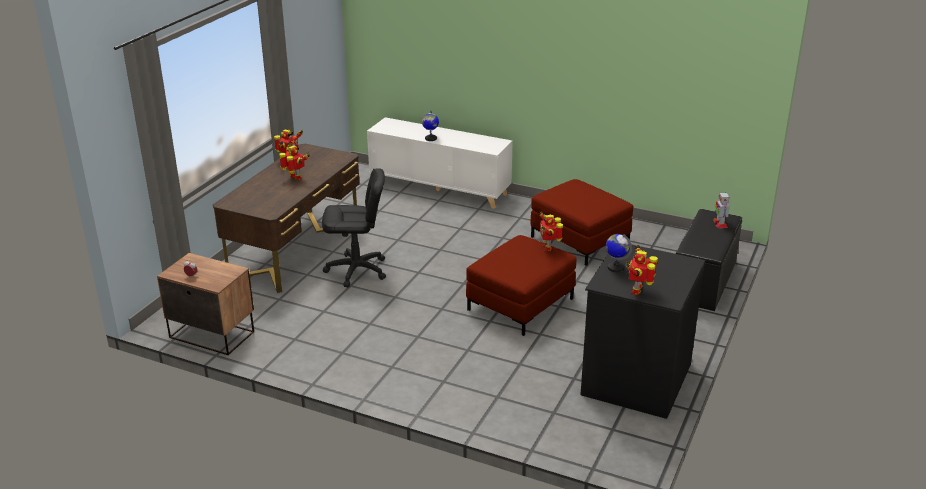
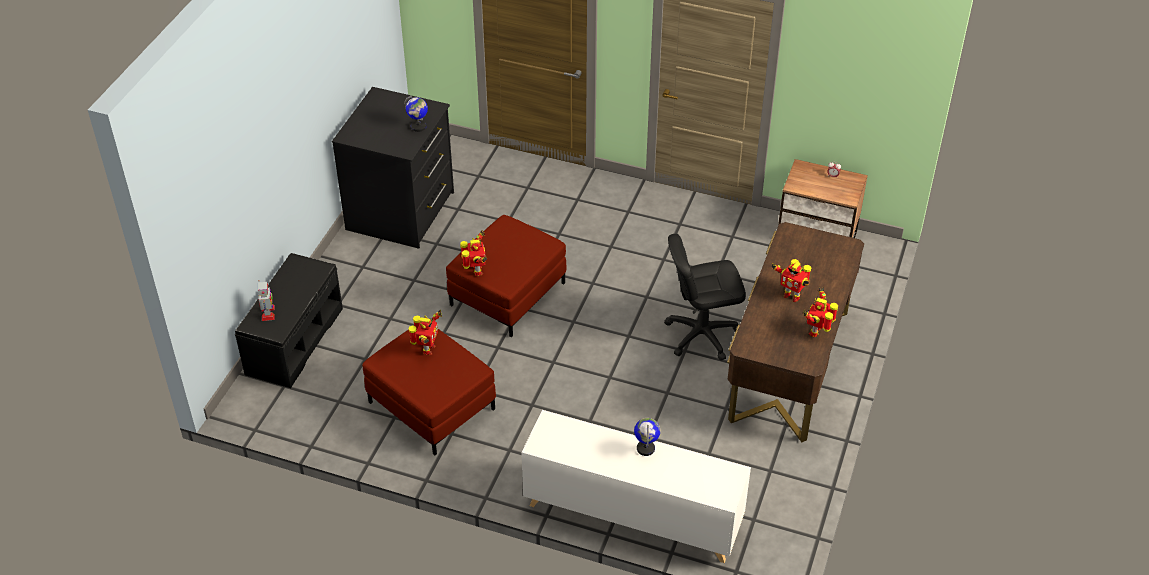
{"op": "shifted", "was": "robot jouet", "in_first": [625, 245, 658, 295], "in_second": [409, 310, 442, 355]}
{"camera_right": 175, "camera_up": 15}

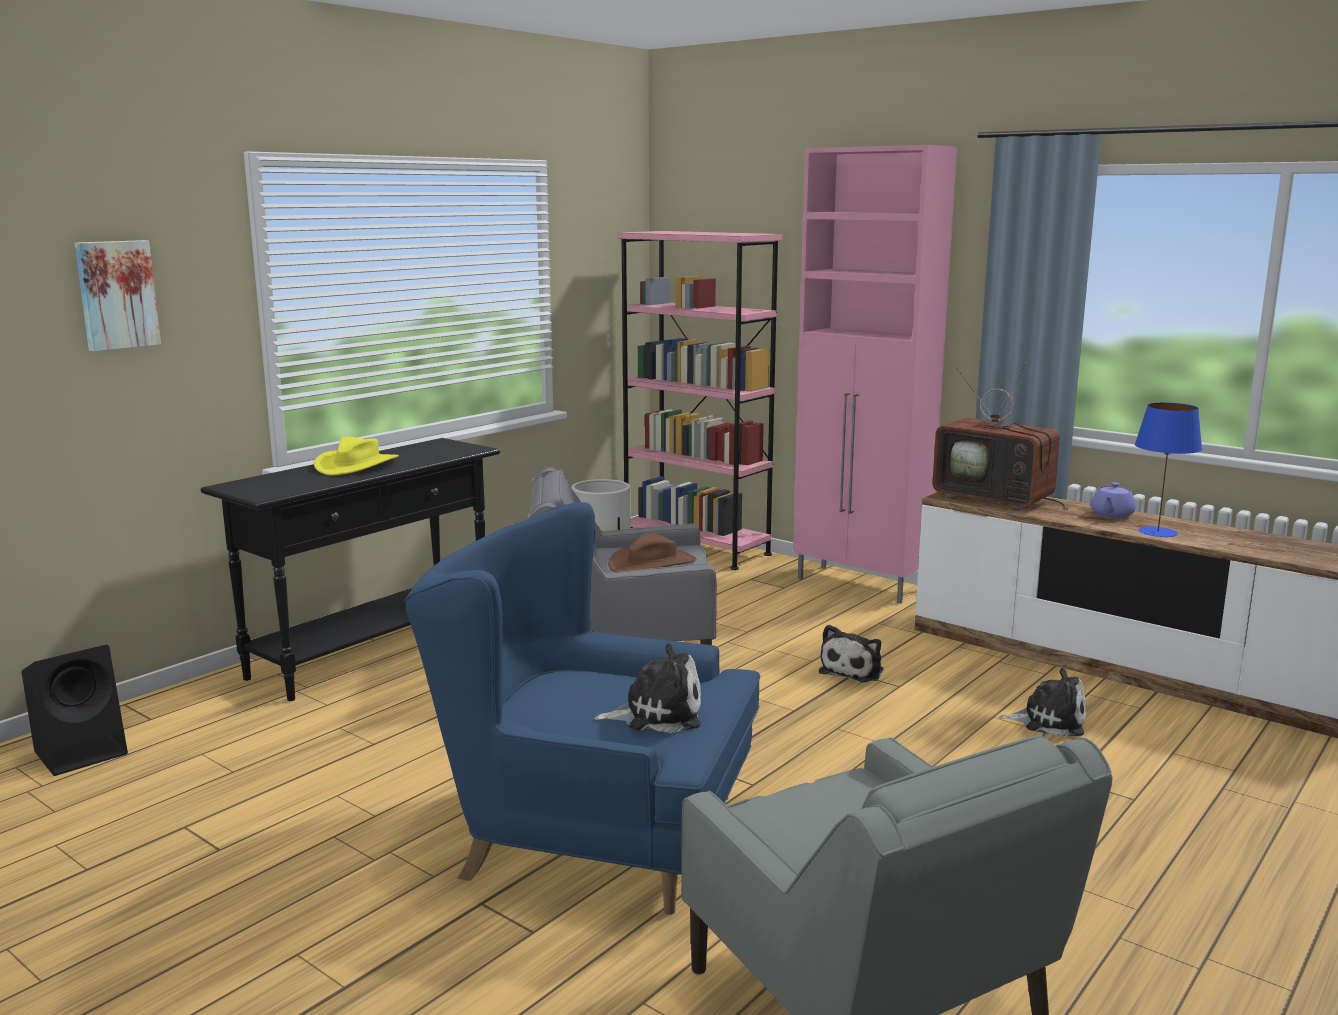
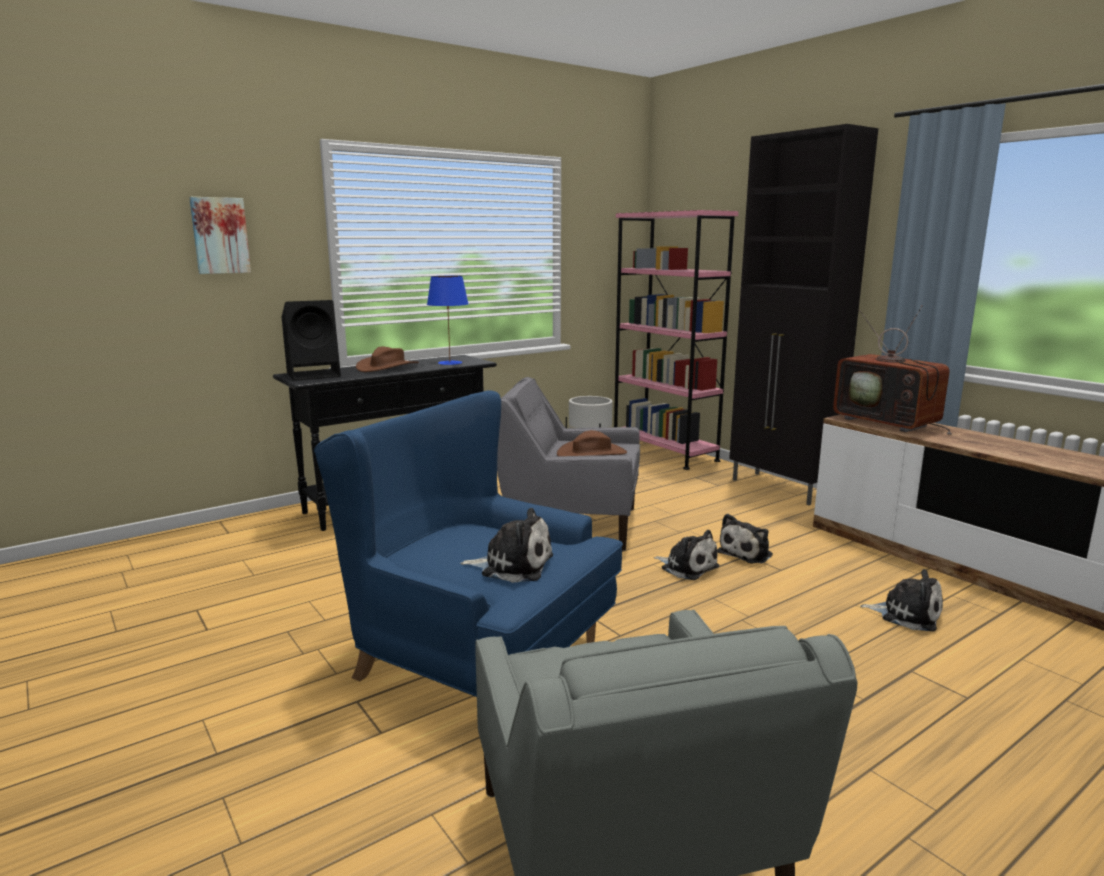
{"op": "shifted", "was": "enceinte (noir)", "in_first": [21, 645, 128, 776], "in_second": [282, 300, 341, 381]}
{"op": "repainted", "was": "chapeau (jaune)", "now": "chapeau (marron)", "in_first": [314, 437, 399, 476], "in_second": [356, 346, 419, 372]}
{"op": "repainted", "was": "meuble de rangement (rose)", "now": "meuble de rangement (noir)", "in_first": [793, 145, 957, 604], "in_second": [729, 124, 878, 505]}
{"op": "gone", "was": "théière (violet)", "in_first": [1091, 482, 1136, 518]}
{"op": "shifted", "was": "lampe de table (bleu)", "in_first": [1135, 402, 1202, 537], "in_second": [427, 276, 469, 365]}
{"op": "new", "now": "peluche", "in_second": [654, 530, 719, 580]}
{"camera_right": 15, "camera_up": 0}

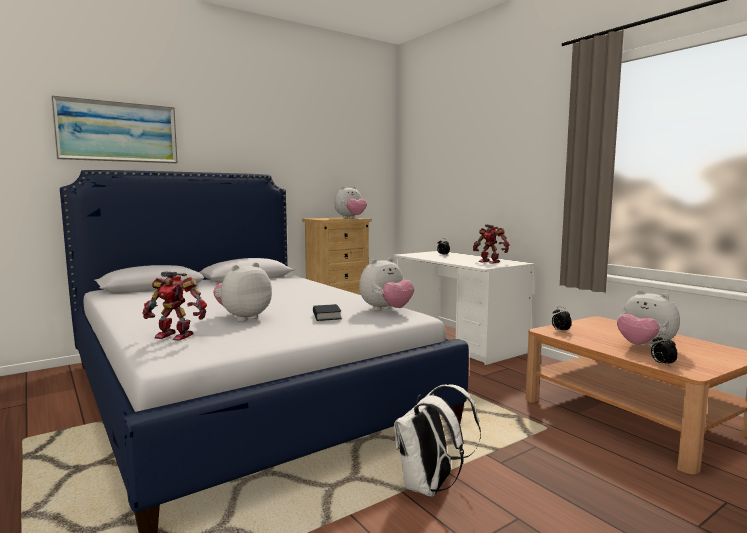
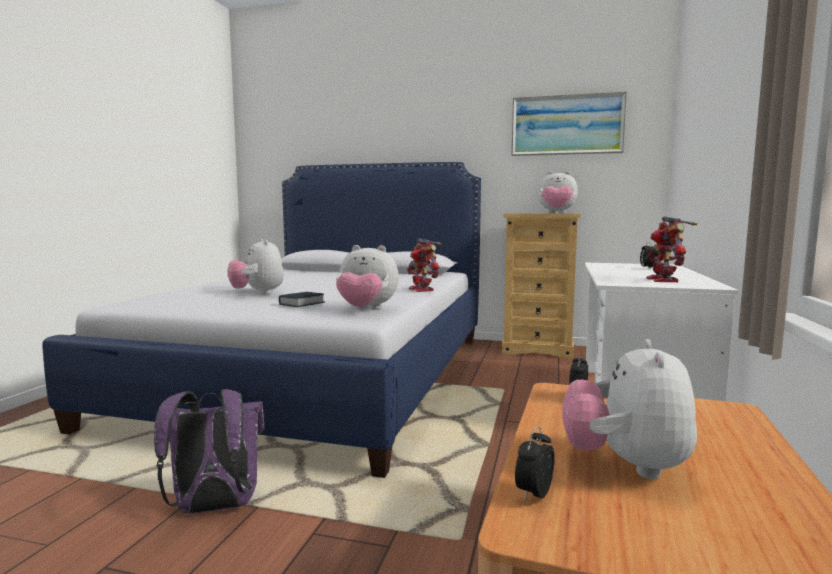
{"op": "shifted", "was": "tableau", "in_first": [51, 95, 178, 163], "in_second": [511, 91, 627, 156]}
{"op": "shifted", "was": "robot jouet", "in_first": [142, 271, 207, 340], "in_second": [407, 238, 442, 292]}
{"op": "rotated", "was": "peluche", "in_first": [213, 262, 272, 321], "in_second": [227, 239, 284, 294], "clockwise": -120}
{"op": "repainted", "was": "sac à dos (blanc)", "now": "sac à dos (violet)", "in_first": [394, 384, 481, 497], "in_second": [154, 389, 264, 514]}
{"camera_right": 50, "camera_up": 0}

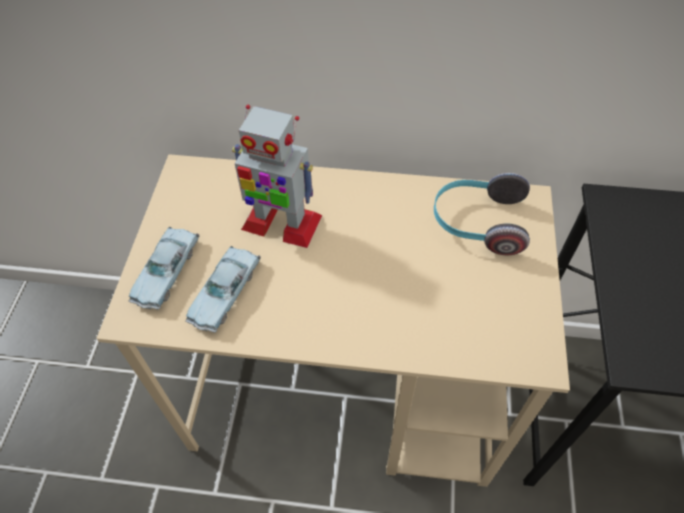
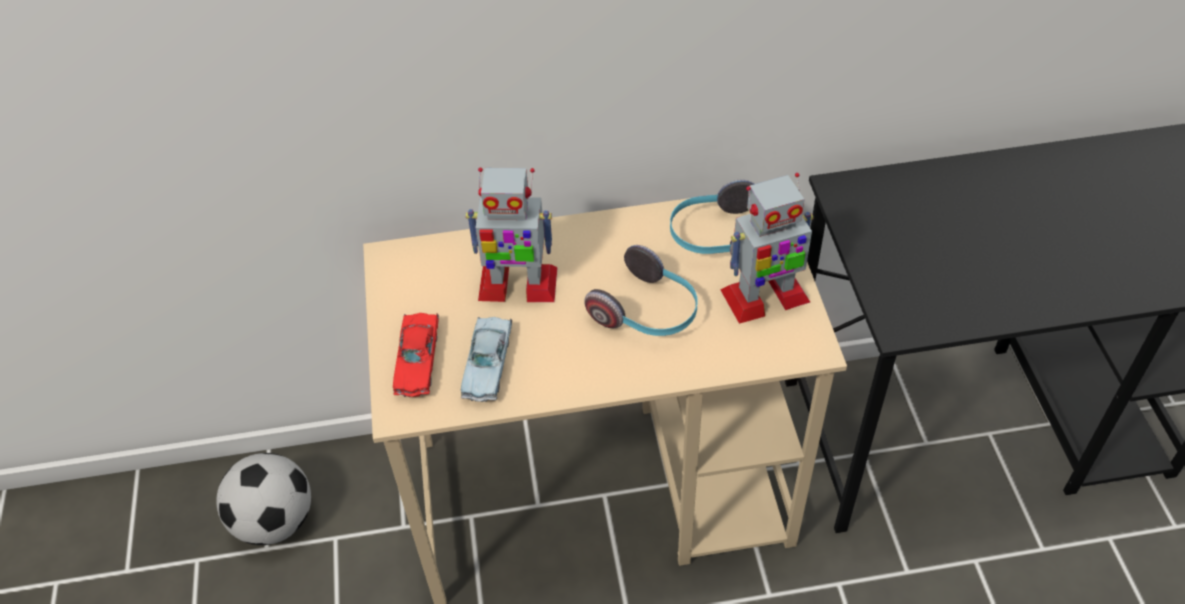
{"op": "repainted", "was": "petite voiture (bleu)", "now": "petite voiture (rouge)", "in_first": [129, 227, 199, 309], "in_second": [393, 313, 439, 397]}
{"op": "new", "now": "ballon de foot", "in_second": [216, 453, 311, 545]}
{"op": "new", "now": "casque audio", "in_second": [584, 245, 698, 336]}
{"op": "new", "now": "robot jouet", "in_second": [721, 173, 813, 324]}
{"camera_right": -15, "camera_up": -5}

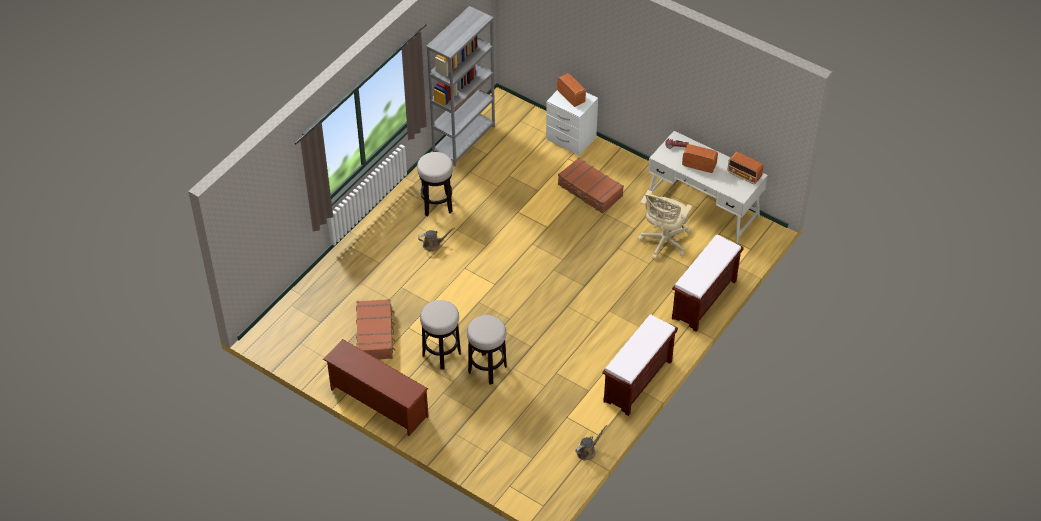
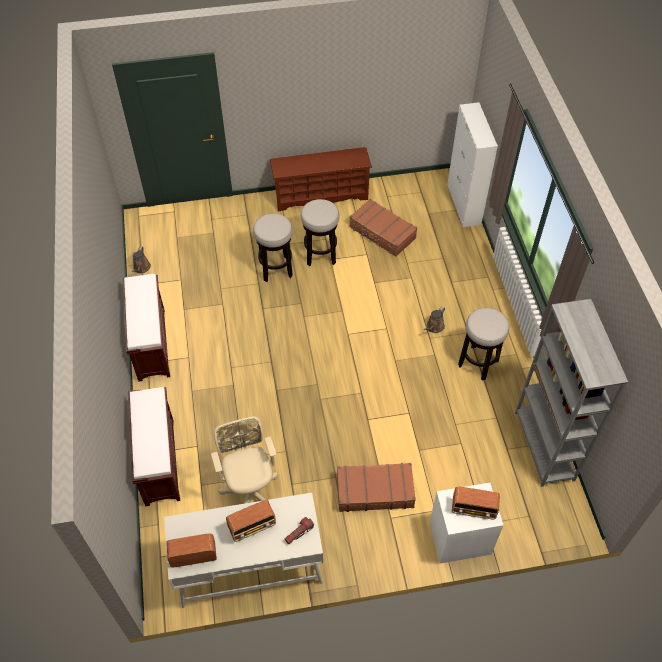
{"op": "new", "now": "meuble de rangement (blanc)", "in_second": [447, 102, 498, 227]}
{"camera_right": 135, "camera_up": 5}

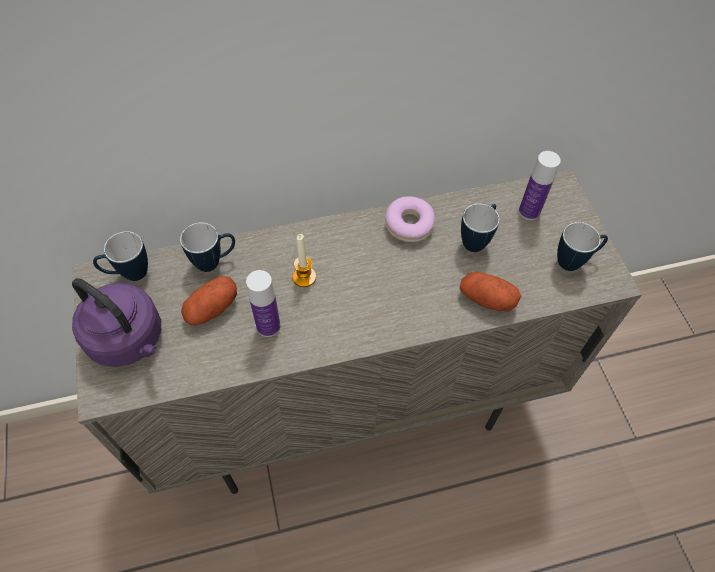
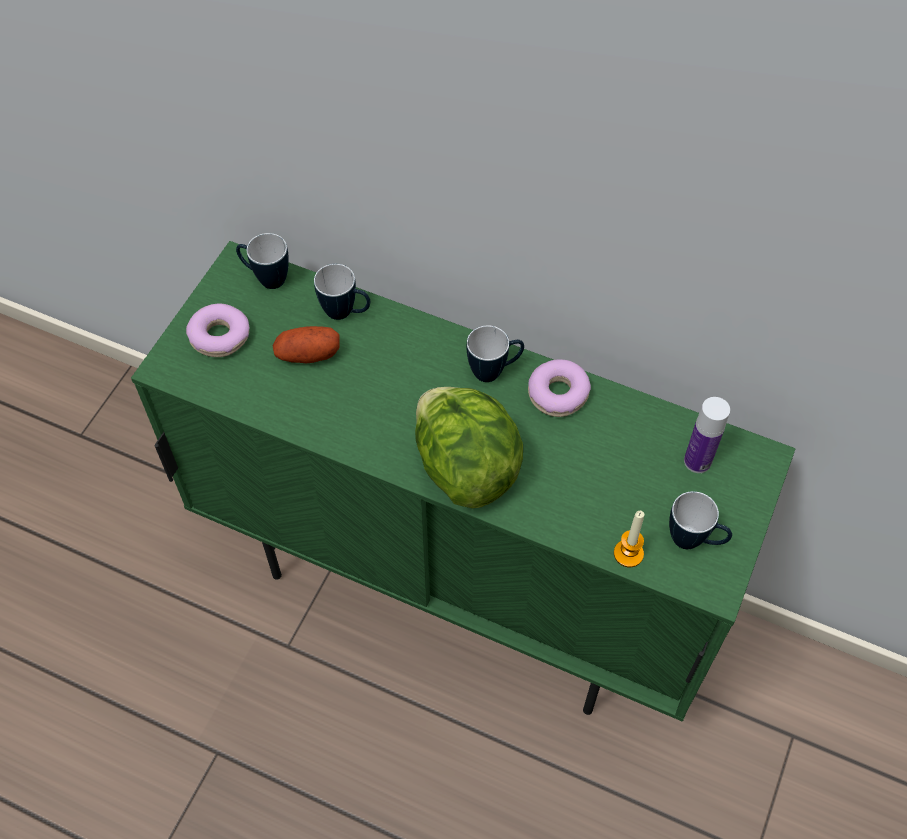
{"op": "swapped", "was": "bouilloire (violet)", "now": "beignet", "in_first": [72, 278, 161, 367], "in_second": [186, 304, 250, 357]}
{"op": "repainted", "was": "meuble de rangement (beige)", "now": "meuble de rangement (vert)", "in_first": [73, 169, 642, 494], "in_second": [131, 241, 795, 721]}
{"op": "gone", "was": "bouteille", "in_first": [246, 270, 281, 337]}
{"op": "shifted", "was": "bougie", "in_first": [292, 234, 316, 287], "in_second": [614, 511, 645, 567]}
{"op": "gone", "was": "pomme de terre", "in_first": [460, 272, 521, 311]}
{"op": "shifted", "was": "mug", "in_first": [461, 203, 499, 252], "in_second": [467, 325, 524, 382]}
{"op": "new", "now": "laitue", "in_second": [415, 387, 523, 508]}
{"camera_right": 40, "camera_up": 0}

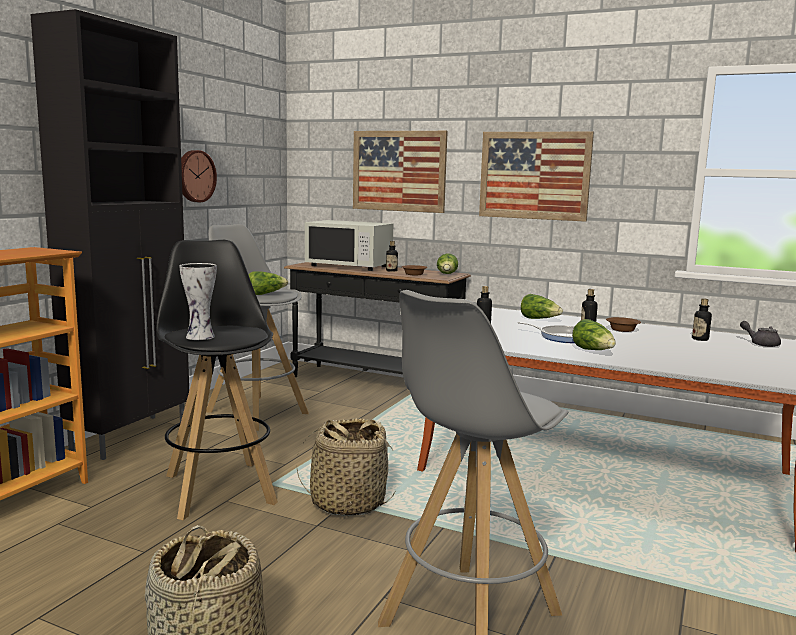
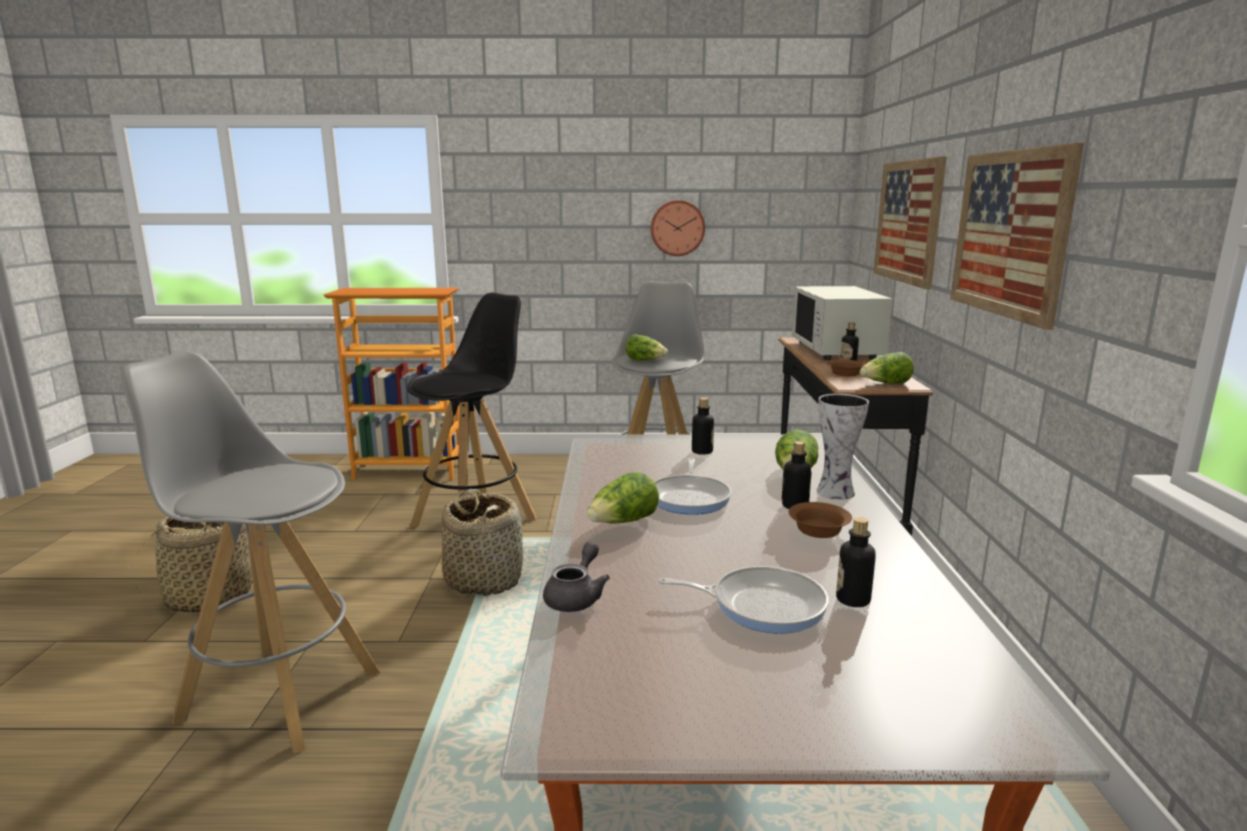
{"op": "gone", "was": "meuble de rangement (noir)", "in_first": [31, 9, 189, 460]}
{"op": "shifted", "was": "vase", "in_first": [179, 263, 217, 340], "in_second": [816, 394, 869, 500]}
{"op": "shifted", "was": "théière (gris)", "in_first": [740, 321, 781, 347], "in_second": [543, 542, 610, 612]}
{"op": "new", "now": "poêle", "in_second": [658, 566, 829, 634]}
{"camera_right": 65, "camera_up": 5}

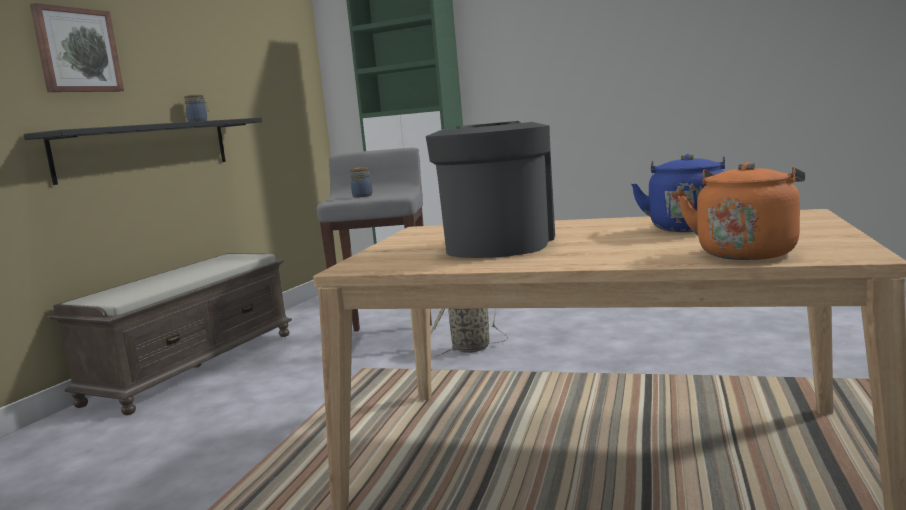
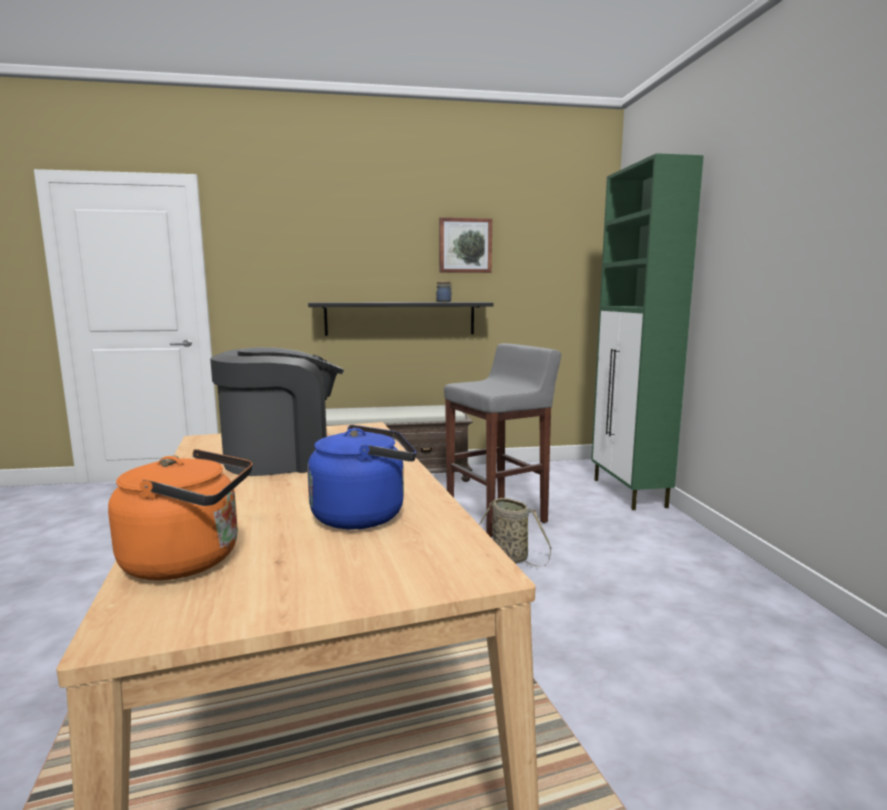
{"op": "shifted", "was": "tableau", "in_first": [30, 3, 124, 92], "in_second": [439, 217, 492, 273]}
{"op": "gone", "was": "bocal", "in_first": [350, 167, 373, 198]}
{"camera_right": 55, "camera_up": 0}

